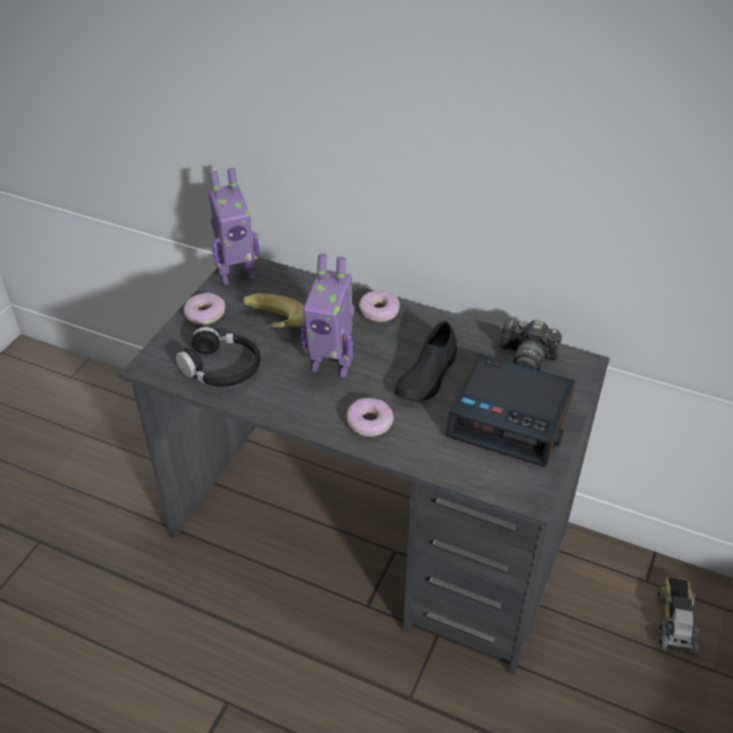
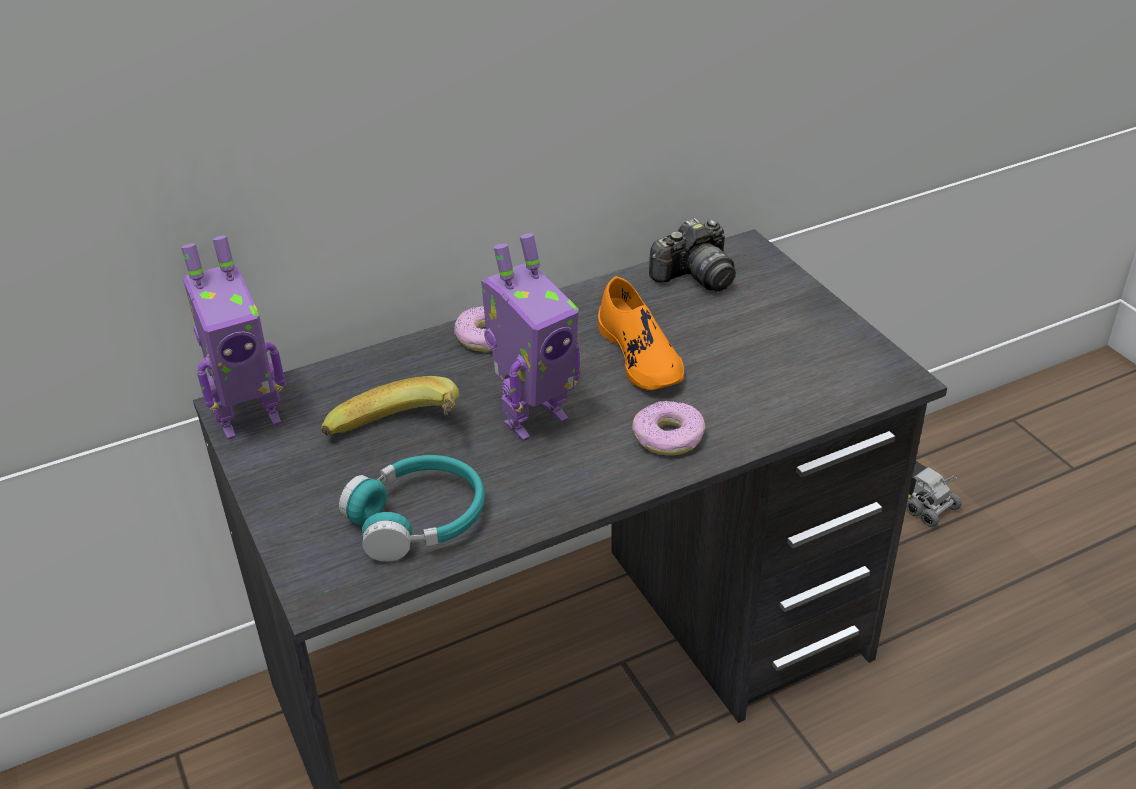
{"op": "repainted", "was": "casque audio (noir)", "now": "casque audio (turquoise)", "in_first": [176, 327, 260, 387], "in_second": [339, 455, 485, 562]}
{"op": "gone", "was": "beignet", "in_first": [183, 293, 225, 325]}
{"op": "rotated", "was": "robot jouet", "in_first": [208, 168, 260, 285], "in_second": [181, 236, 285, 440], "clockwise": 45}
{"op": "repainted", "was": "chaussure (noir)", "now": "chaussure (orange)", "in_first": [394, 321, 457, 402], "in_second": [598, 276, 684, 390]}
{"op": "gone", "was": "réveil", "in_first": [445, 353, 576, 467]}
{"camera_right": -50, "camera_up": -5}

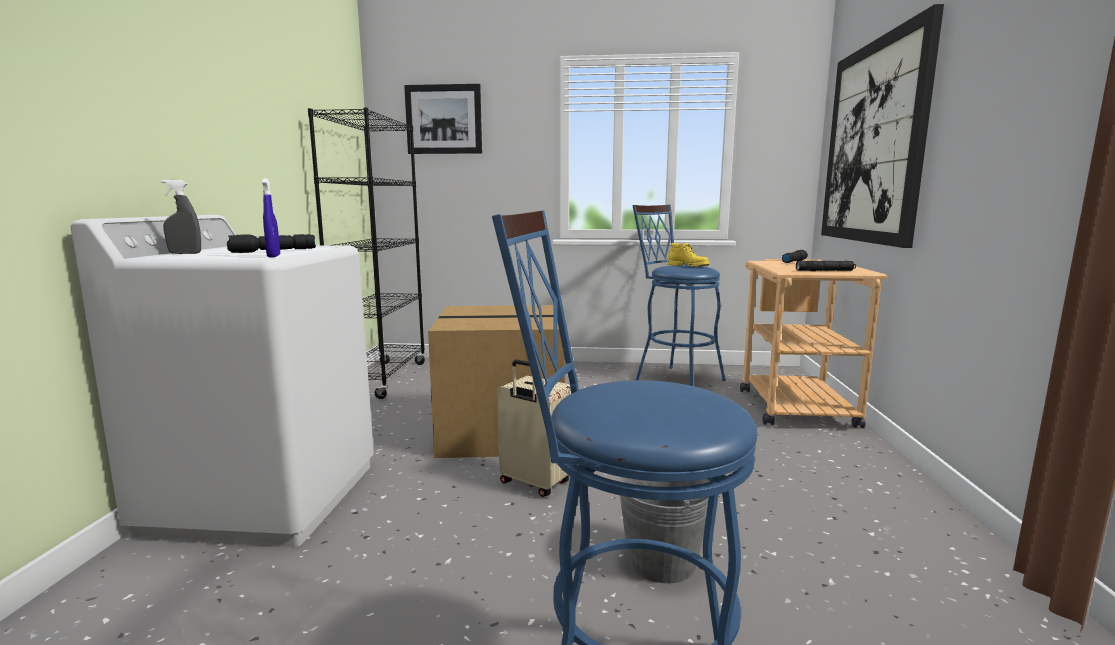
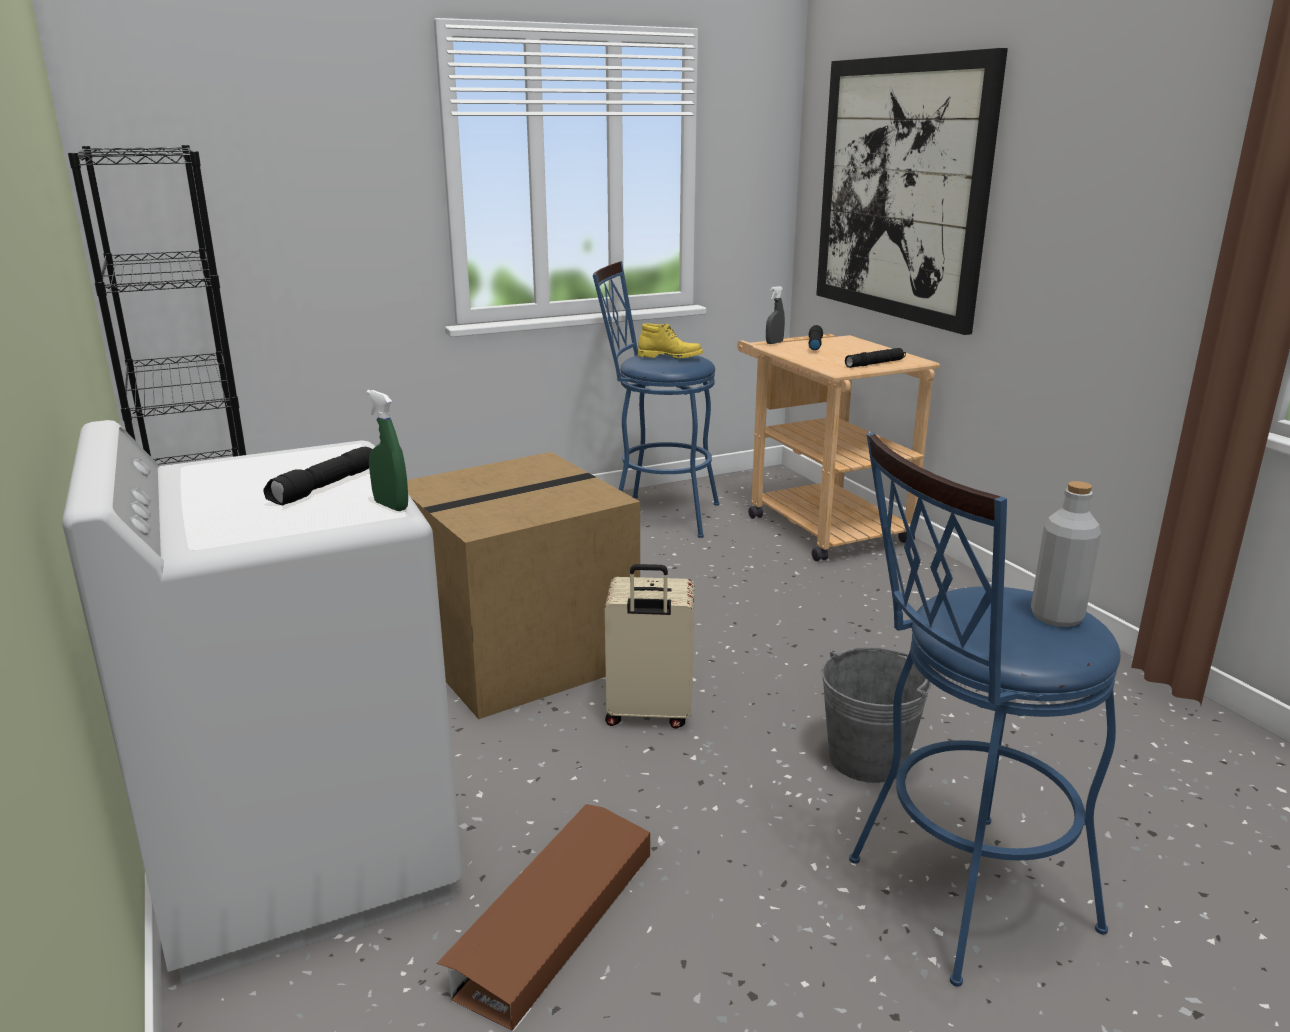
{"op": "shifted", "was": "vaporisateur (gris)", "in_first": [161, 180, 201, 254], "in_second": [766, 286, 785, 344]}
{"op": "repainted", "was": "vaporisateur (bleu)", "now": "vaporisateur (vert)", "in_first": [262, 179, 280, 258], "in_second": [366, 390, 408, 511]}
{"op": "gone", "was": "tableau", "in_first": [404, 84, 482, 154]}
{"op": "new", "now": "boîte de rangement (marron)", "in_second": [437, 804, 650, 1032]}
{"op": "new", "now": "bouteille (gris)", "in_second": [1031, 481, 1101, 627]}
{"camera_right": -30, "camera_up": 10}

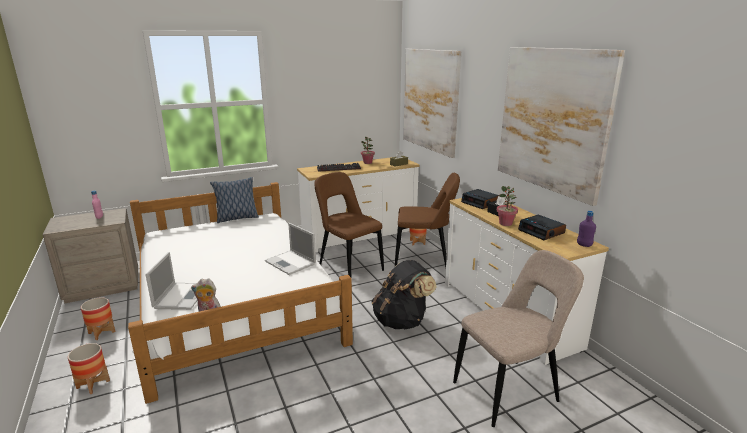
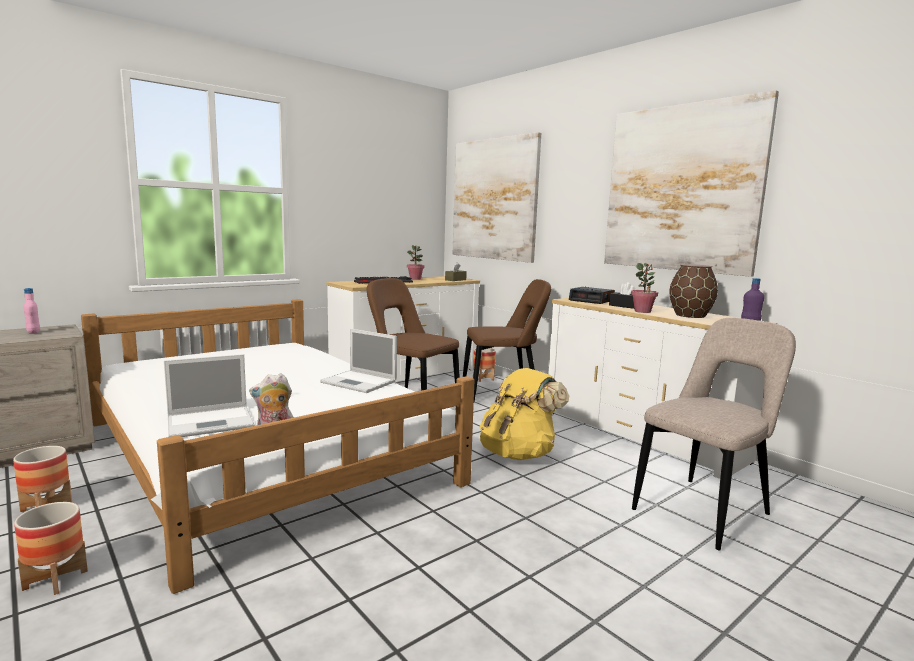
{"op": "rotated", "was": "ordinateur portable", "in_first": [145, 252, 198, 310], "in_second": [164, 354, 254, 437], "clockwise": 75}
{"op": "gone", "was": "coussin", "in_first": [210, 177, 259, 223]}
{"op": "repainted", "was": "sac à dos (noir)", "now": "sac à dos (jaune)", "in_first": [371, 260, 437, 329], "in_second": [480, 368, 569, 460]}
{"op": "swapped", "was": "réveil", "now": "vase (marron)", "in_first": [518, 215, 566, 240], "in_second": [669, 264, 718, 318]}
{"camera_right": -15, "camera_up": -10}

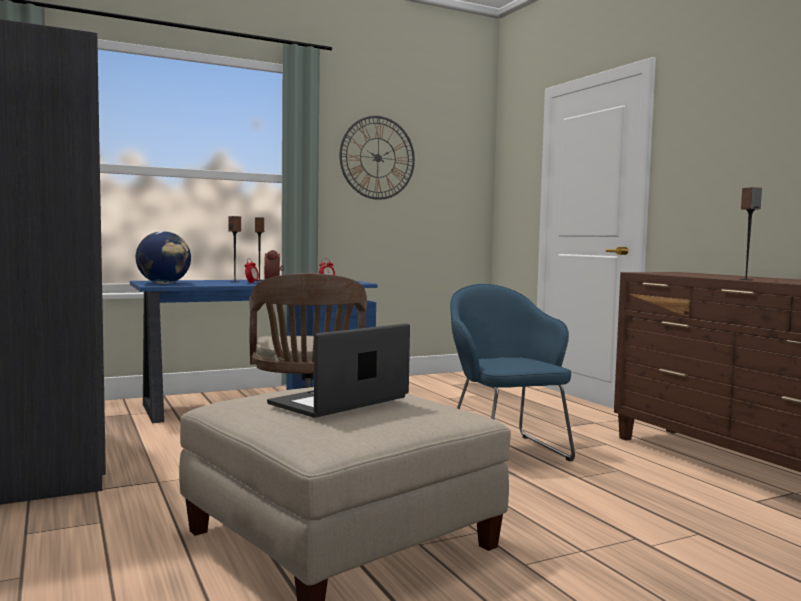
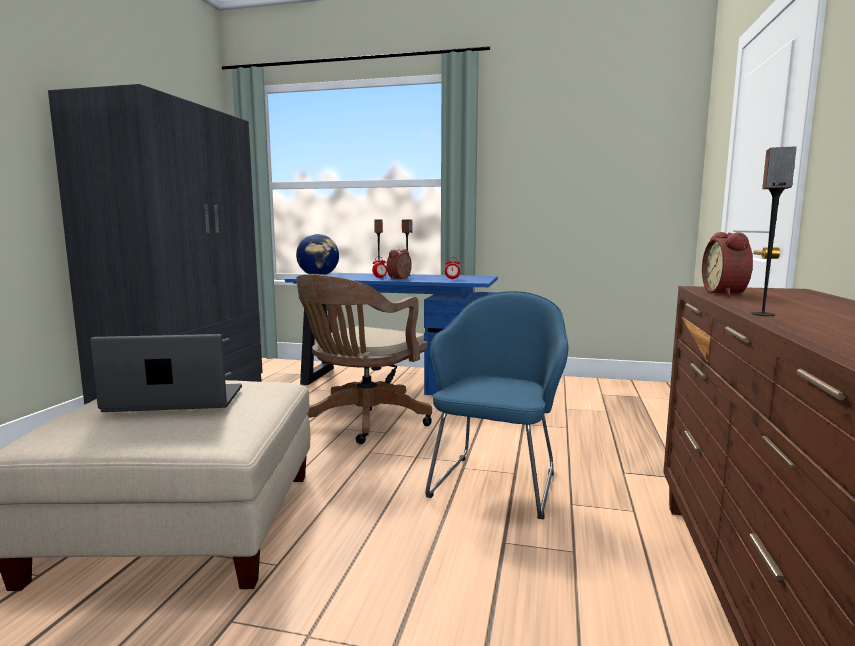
{"op": "gone", "was": "horloge murale", "in_first": [339, 116, 415, 200]}
{"op": "new", "now": "réveil", "in_second": [702, 232, 753, 296]}
{"camera_right": 40, "camera_up": 5}

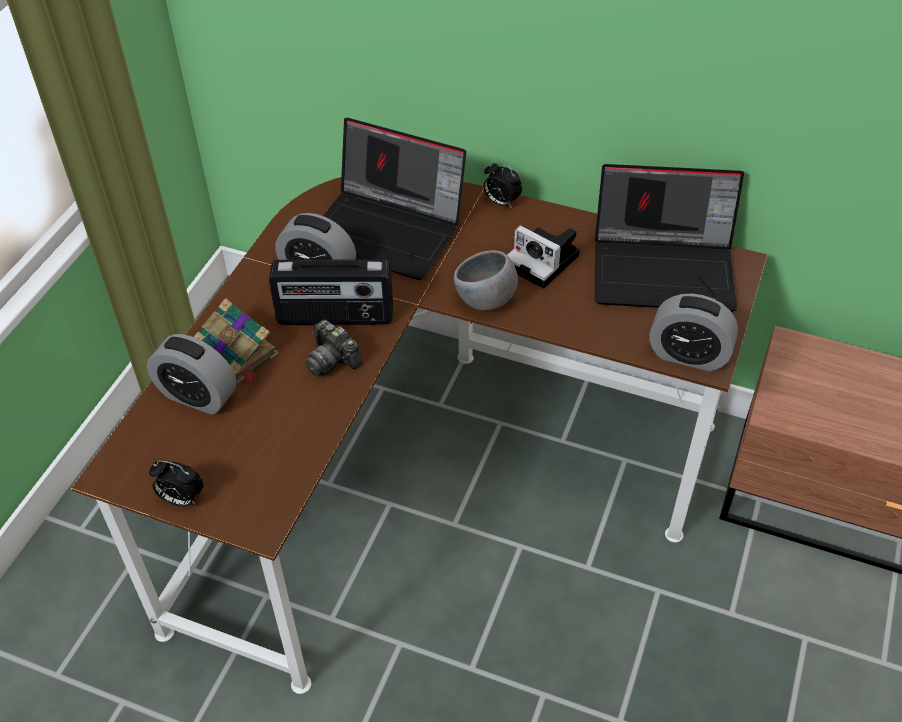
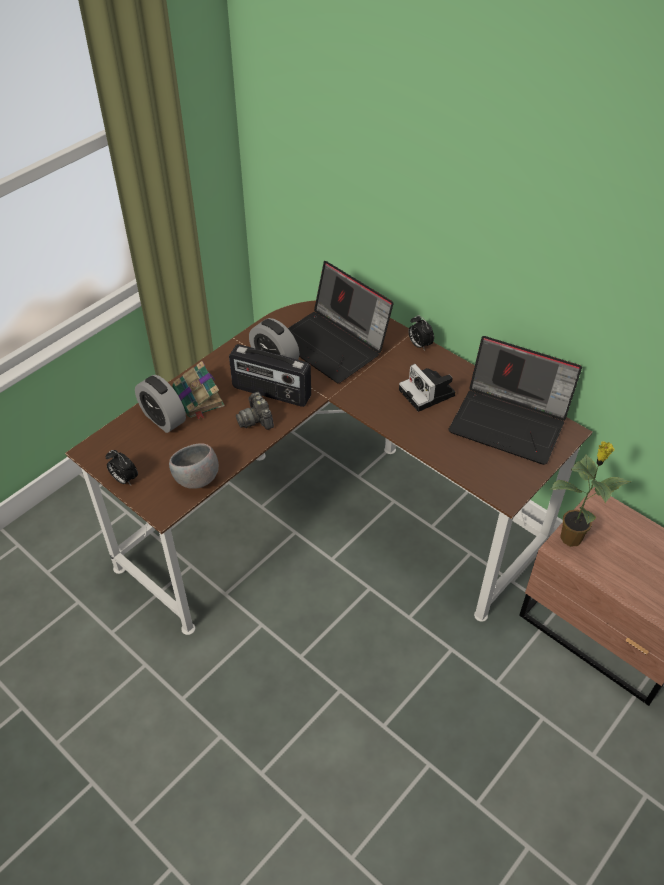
{"op": "shifted", "was": "bol (gris)", "in_first": [454, 250, 518, 310], "in_second": [169, 443, 219, 489]}
{"op": "gone", "was": "réveil", "in_first": [650, 294, 738, 371]}
{"op": "new", "now": "plante en pot", "in_second": [549, 441, 632, 547]}
{"camera_right": 20, "camera_up": 0}

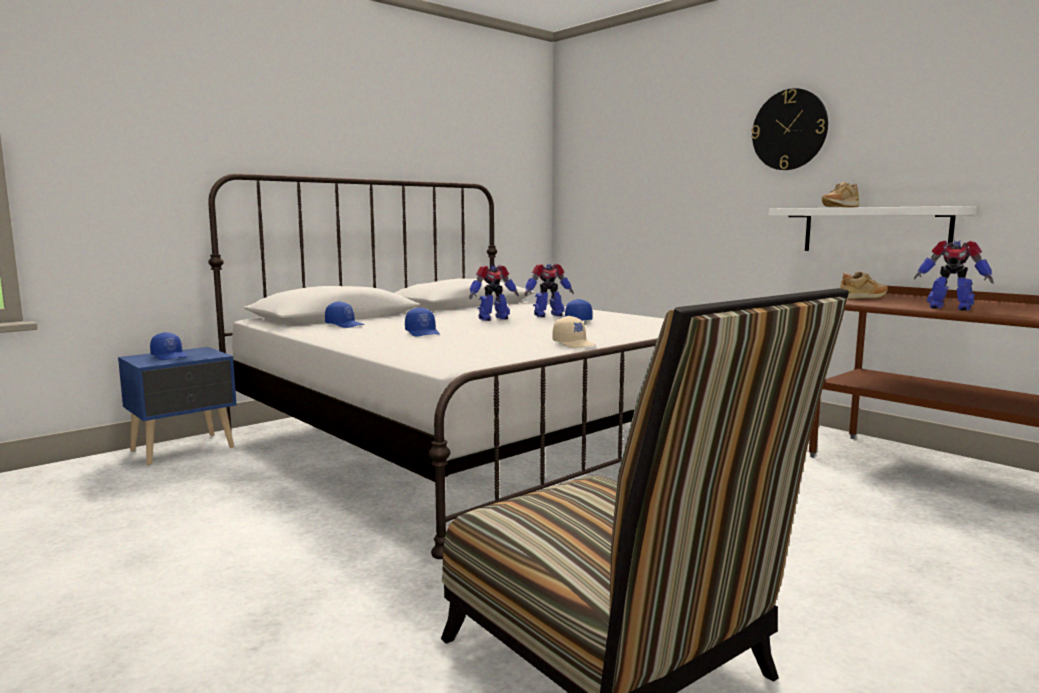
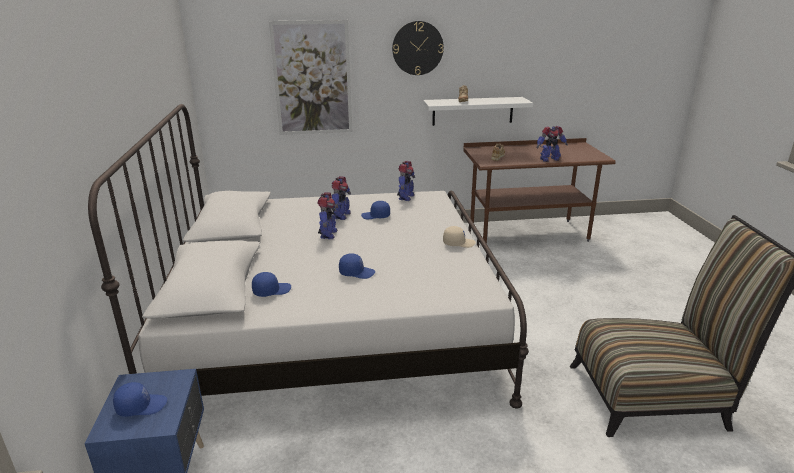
{"op": "new", "now": "tableau", "in_second": [269, 20, 352, 135]}
{"op": "new", "now": "robot jouet", "in_second": [397, 161, 415, 201]}
{"camera_right": -55, "camera_up": 15}

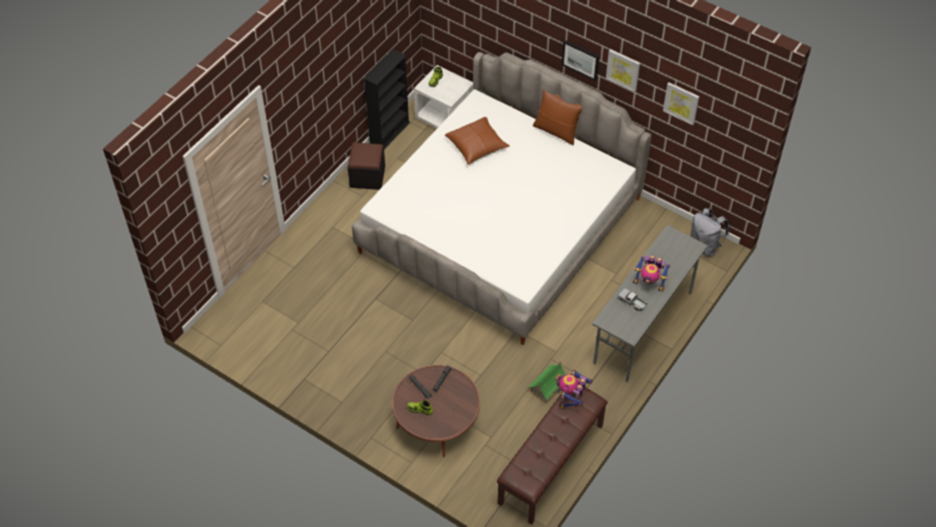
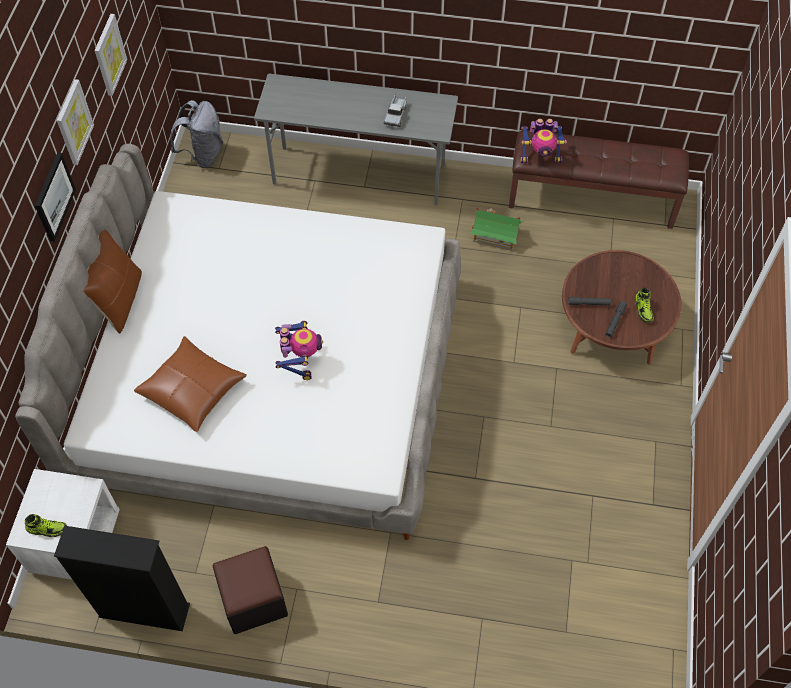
{"op": "shifted", "was": "robot jouet", "in_first": [633, 255, 670, 292], "in_second": [275, 320, 323, 380]}
{"camera_right": -115, "camera_up": 5}

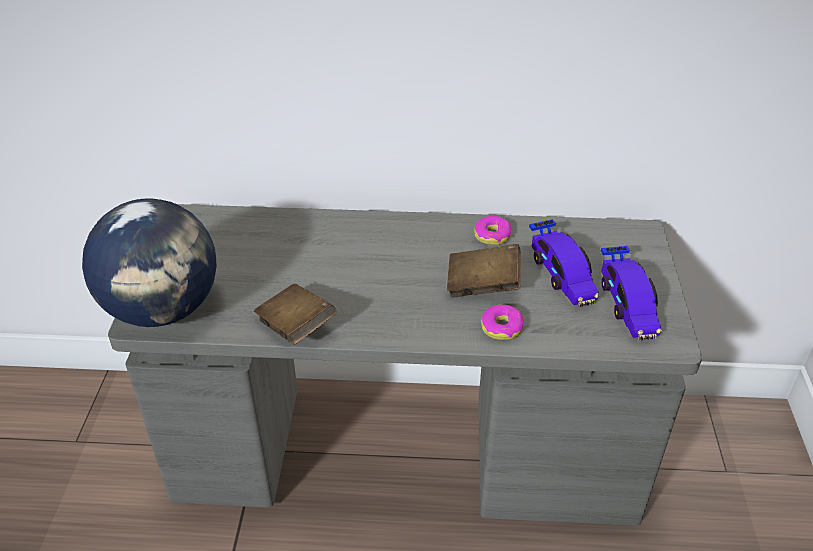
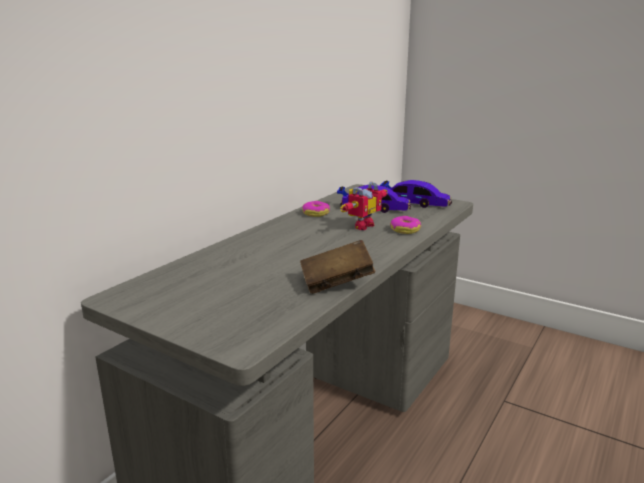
{"op": "gone", "was": "globe", "in_first": [82, 198, 217, 327]}
{"op": "swapped", "was": "livre (marron)", "now": "robot jouet", "in_first": [447, 244, 521, 297], "in_second": [340, 182, 387, 230]}
{"camera_right": -60, "camera_up": -20}

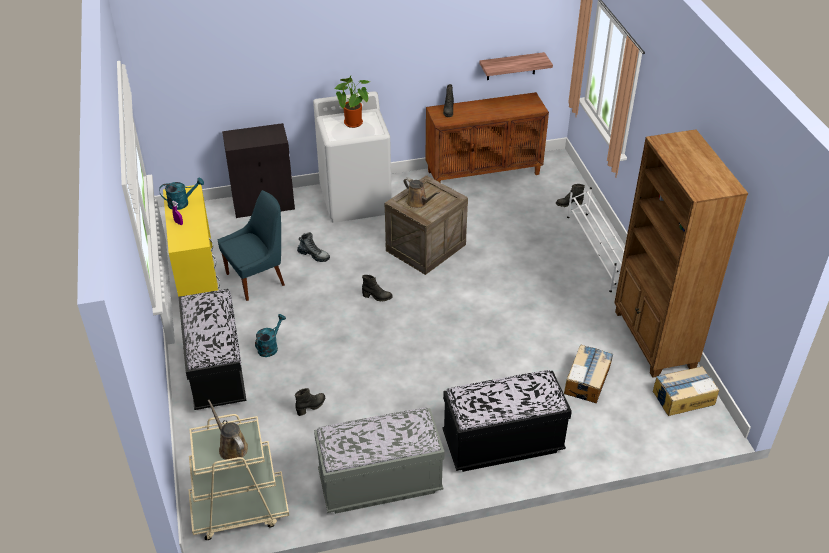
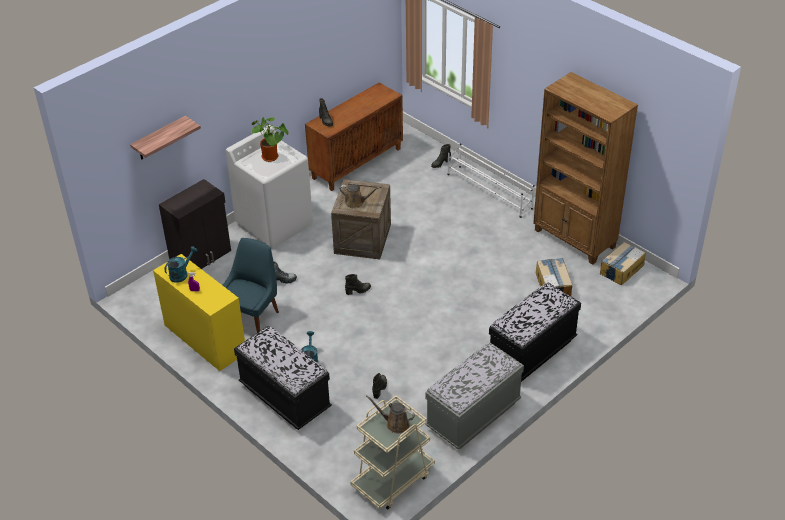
{"op": "shifted", "was": "étagère", "in_first": [479, 52, 553, 80], "in_second": [130, 116, 201, 160]}
{"camera_right": -30, "camera_up": 0}

